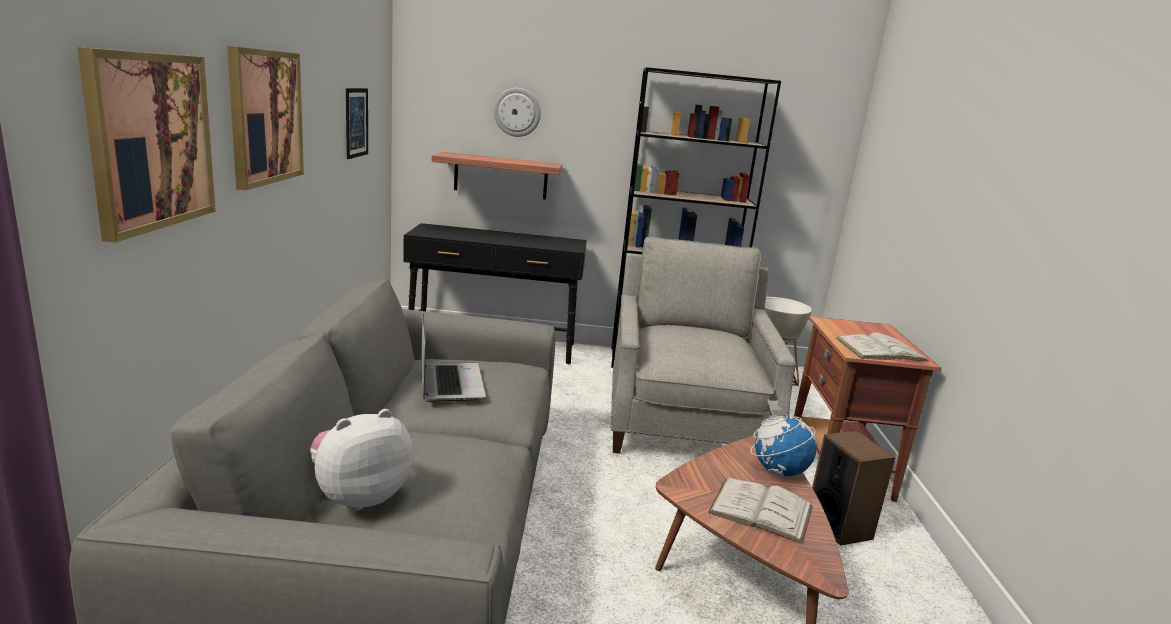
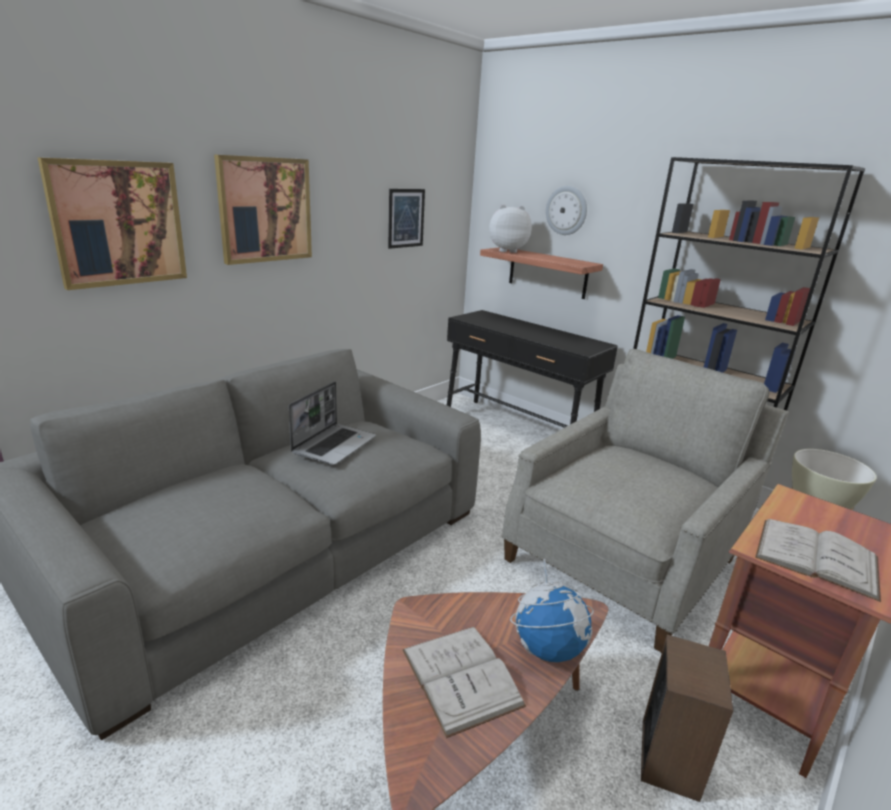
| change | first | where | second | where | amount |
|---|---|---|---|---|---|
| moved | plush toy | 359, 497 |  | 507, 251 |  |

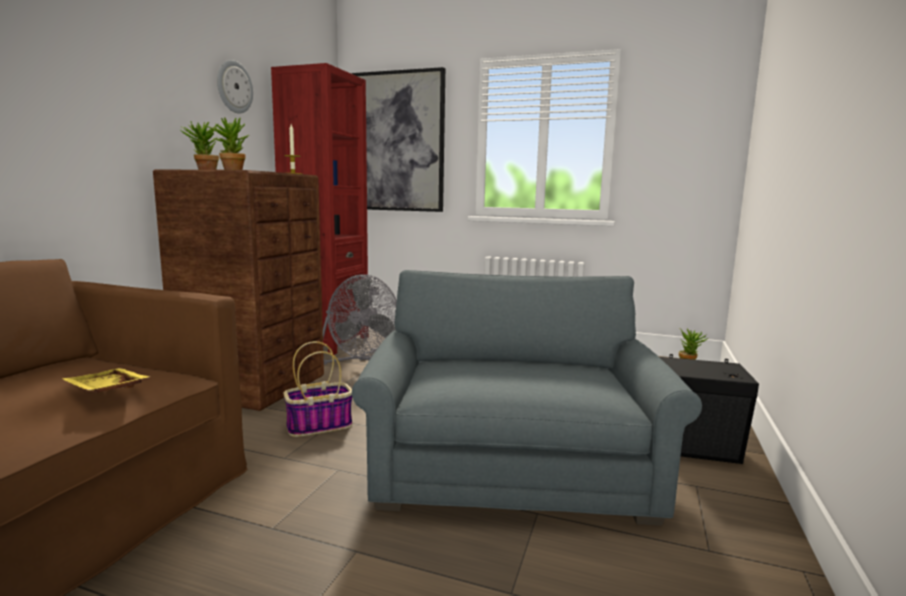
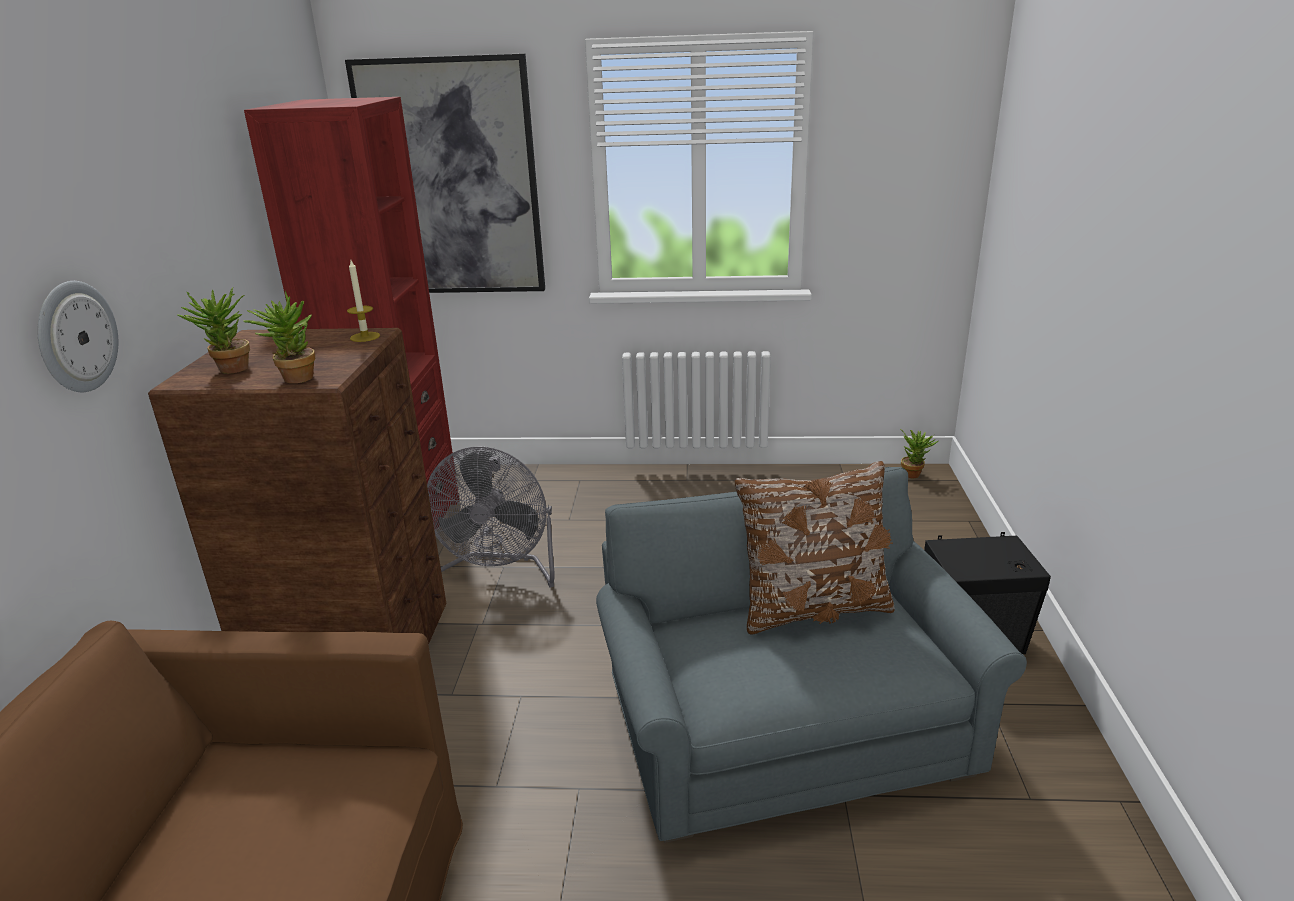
| change | first | where | second | where | amount |
|---|---|---|---|---|---|
| moved | wall clock | 234, 87 |  | 76, 337 |  |
| added |  |  | pillow in brown | 813, 611 |  |
| removed | tray in yellow | 104, 391 |  |  |  |
| removed | basket | 320, 425 |  |  |  |

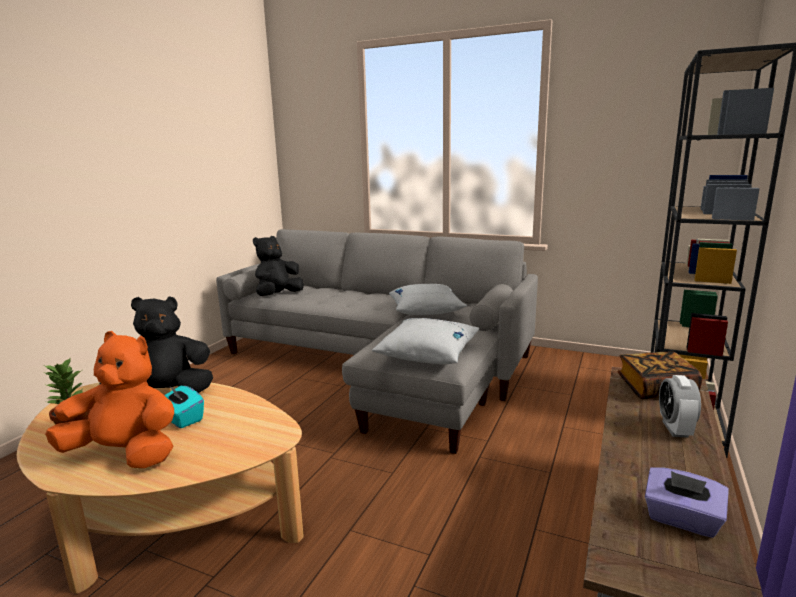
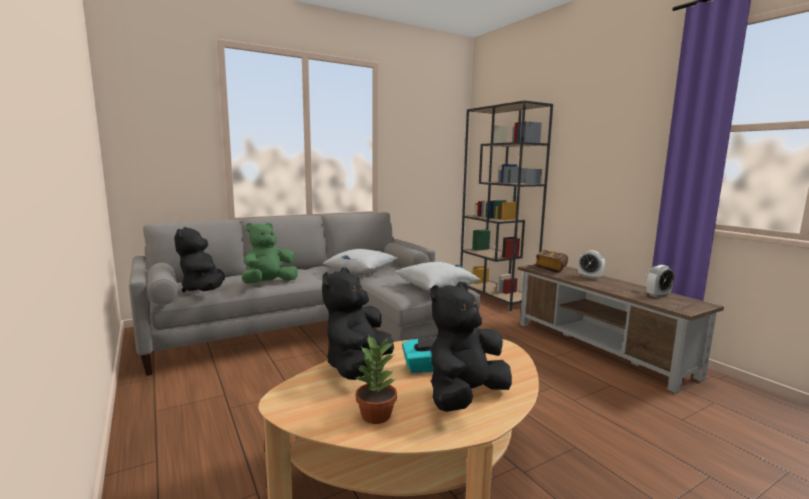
| change | first | where | second | where | amount |
|---|---|---|---|---|---|
| added |  |  | plush toy in green | 269, 283 |  |
| recoloured | plush toy in orange | 125, 454 | plush toy in black | 465, 396 |  |
| replaced | tissue box in purple | 682, 520 | alarm clock | 658, 295 |  |

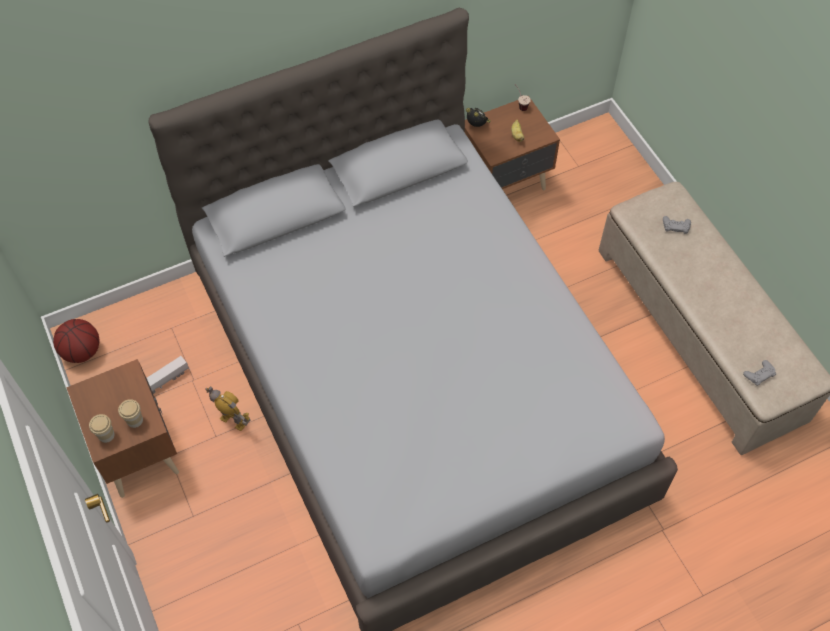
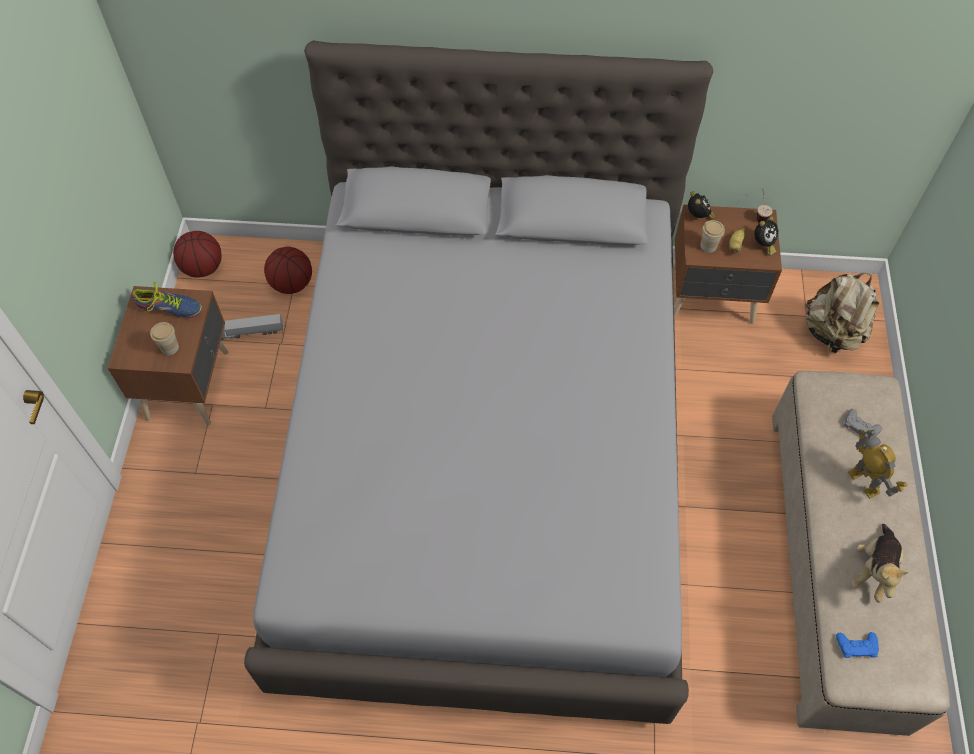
| change | first | where | second | where | amount |
|---|---|---|---|---|---|
| added |  |  | shoe | 169, 307 |  |
| added |  |  | basketball | 292, 283 |  |
| moved | cup | 106, 435 |  | 708, 246 |  |
| added |  |  | alarm clock | 763, 245 |  |
| added |  |  | backpack in beige | 832, 333 |  |
| recoloured | game controller in grey | 759, 374 | game controller in blue | 856, 646 |  |
| moved | toy robot | 233, 421 |  | 863, 482 |  |
| added |  |  | plush toy | 873, 569 |  |

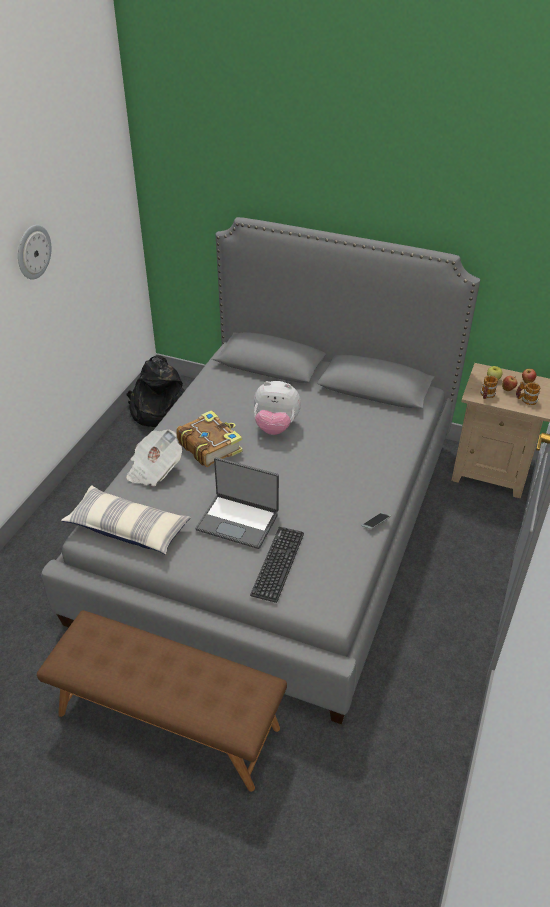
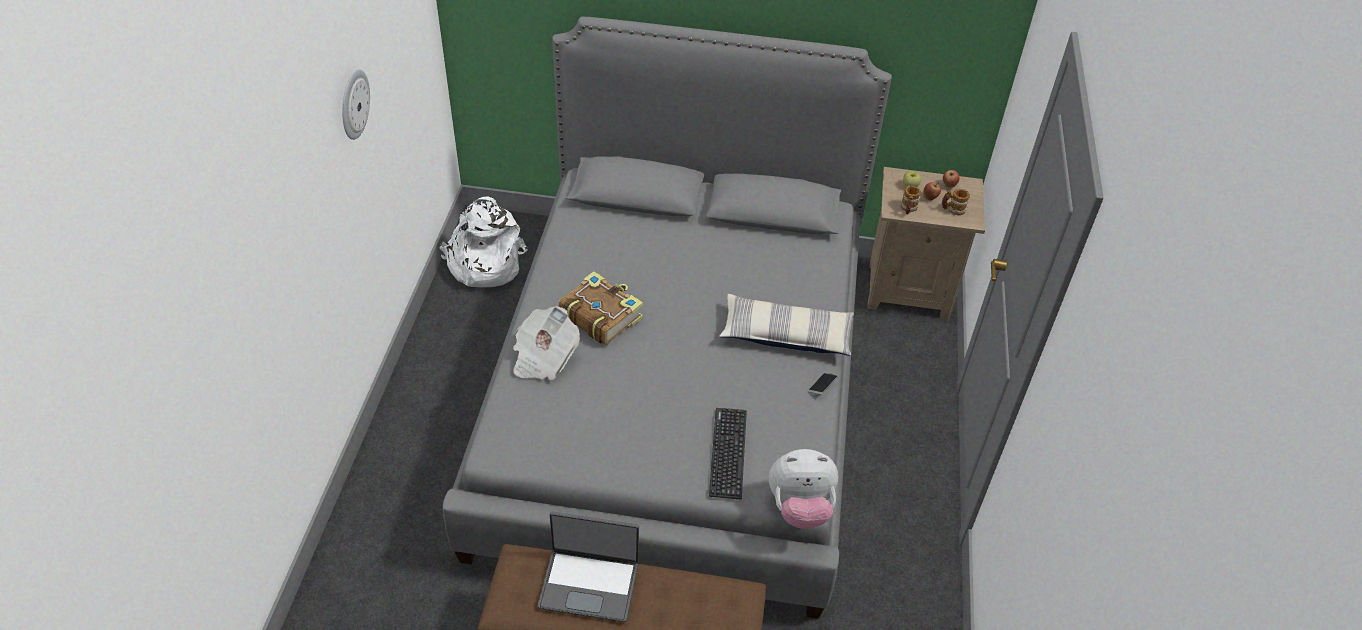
| change | first | where | second | where | amount |
|---|---|---|---|---|---|
| recoloured | backpack in black | 157, 411 | backpack in white | 483, 264 |  |
| moved | laptop | 238, 521 |  | 589, 584 |  |
| moved | pillow | 128, 528 |  | 786, 335 |  |
| moved | plush toy | 276, 427 |  | 800, 508 |  |

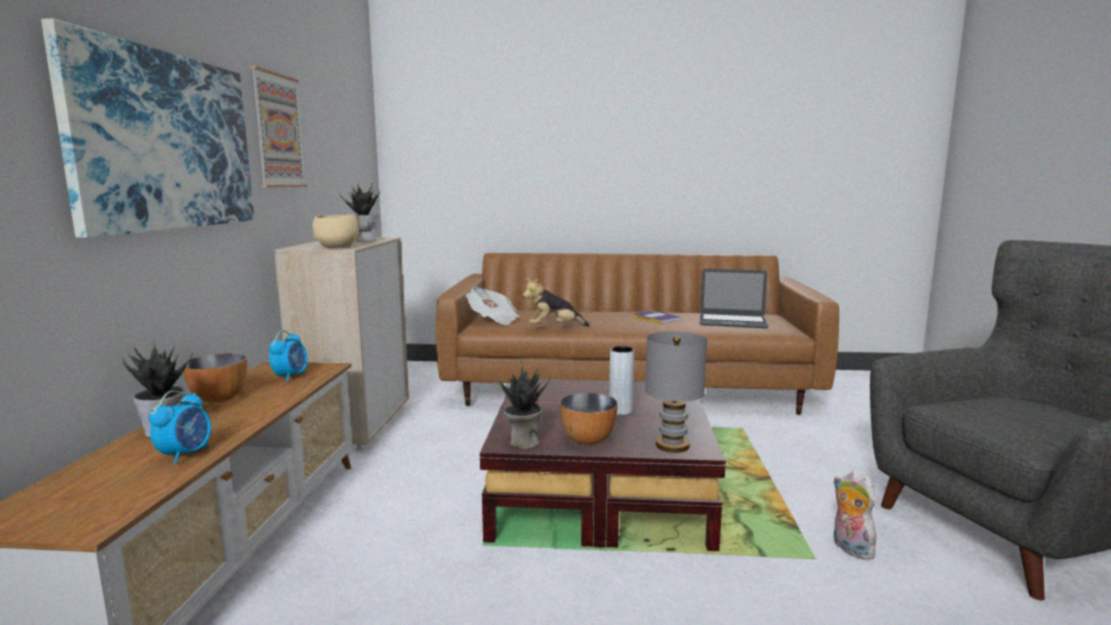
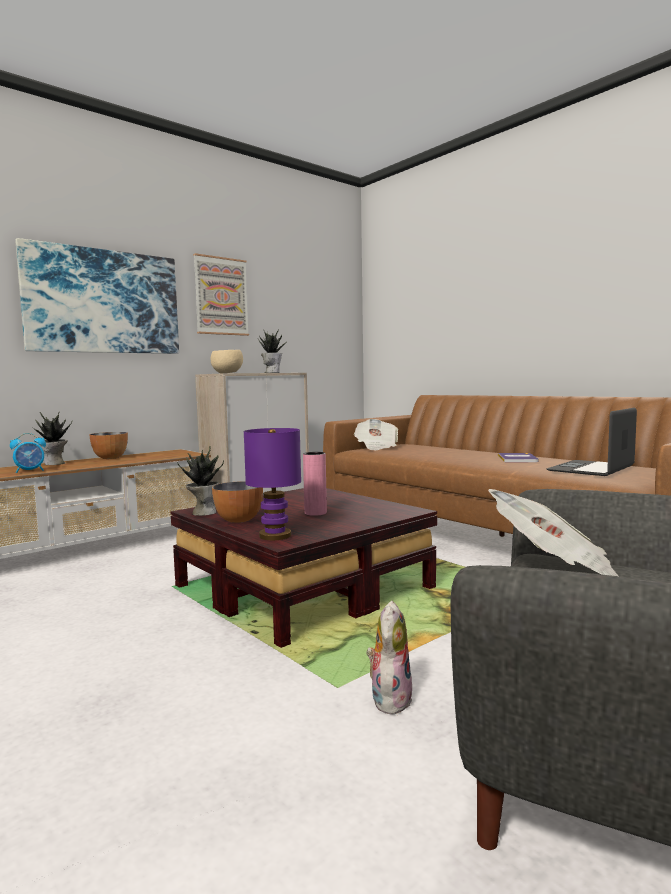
| change | first | where | second | where | amount |
|---|---|---|---|---|---|
| recoloured | table lamp in grey | 673, 446 | table lamp in purple | 275, 536 |  |
| recoloured | vase in grey | 620, 411 | vase in pink | 315, 513 |  |
| added |  |  | newspaper | 553, 565 |  |
| turned | laptop | 732, 321 |  | 591, 468 | 75 degrees clockwise |
| removed | alarm clock | 291, 377 |  |  |  |
| removed | plush toy | 554, 328 |  |  |  |

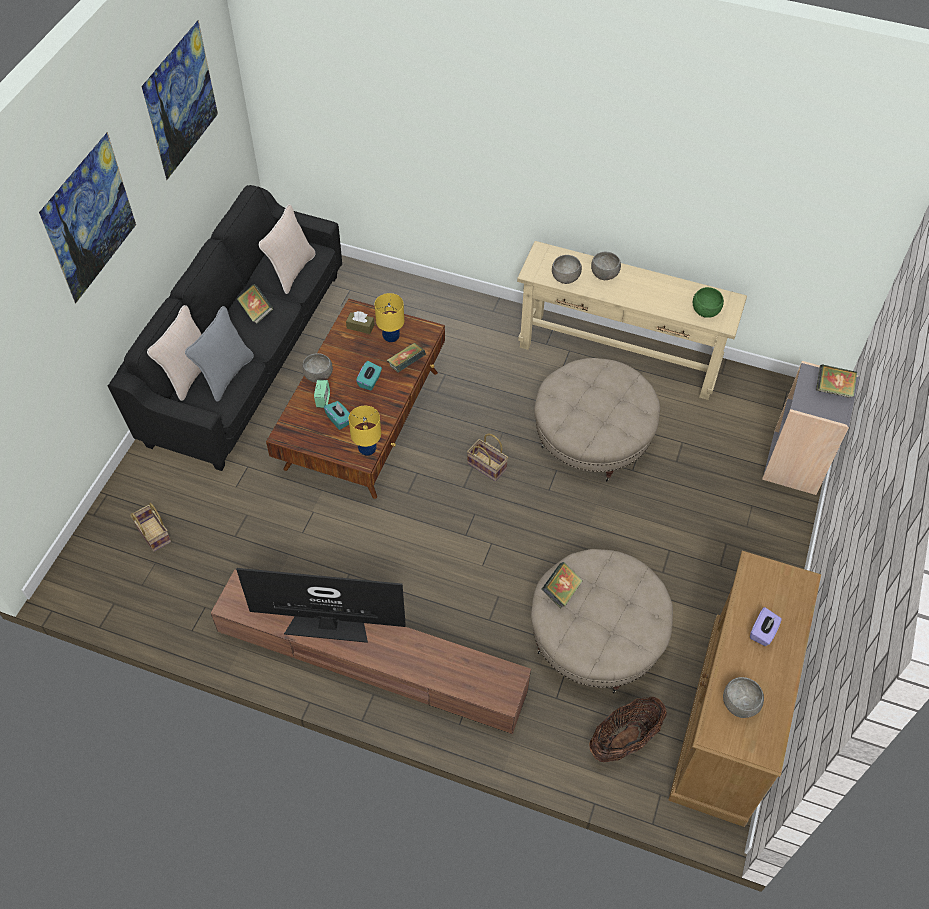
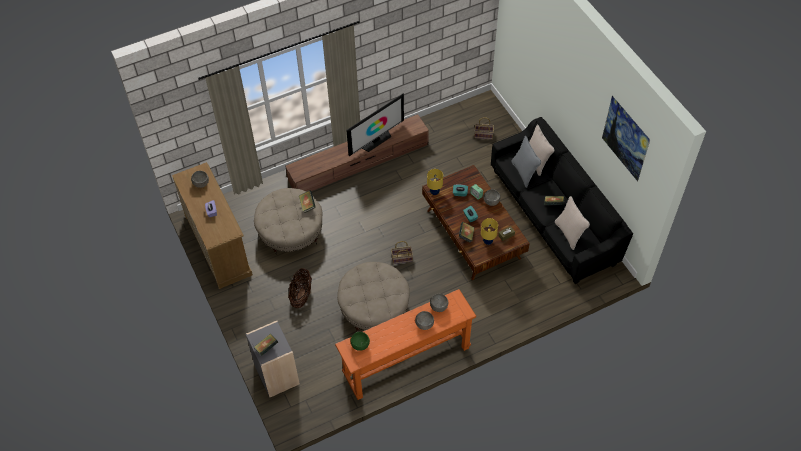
| change | first | where | second | where | amount |
|---|---|---|---|---|---|
| moved | basket | 624, 740 |  | 301, 295 |  |
| recoloured | console table in beige | 619, 355 | console table in orange | 406, 361 |  |
| removed | picture | 98, 241 |  |  |  |

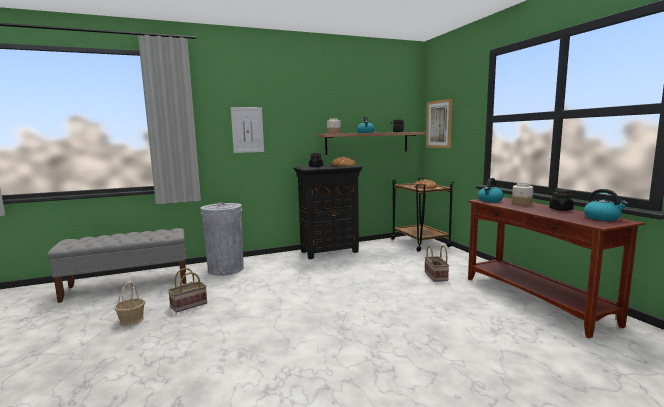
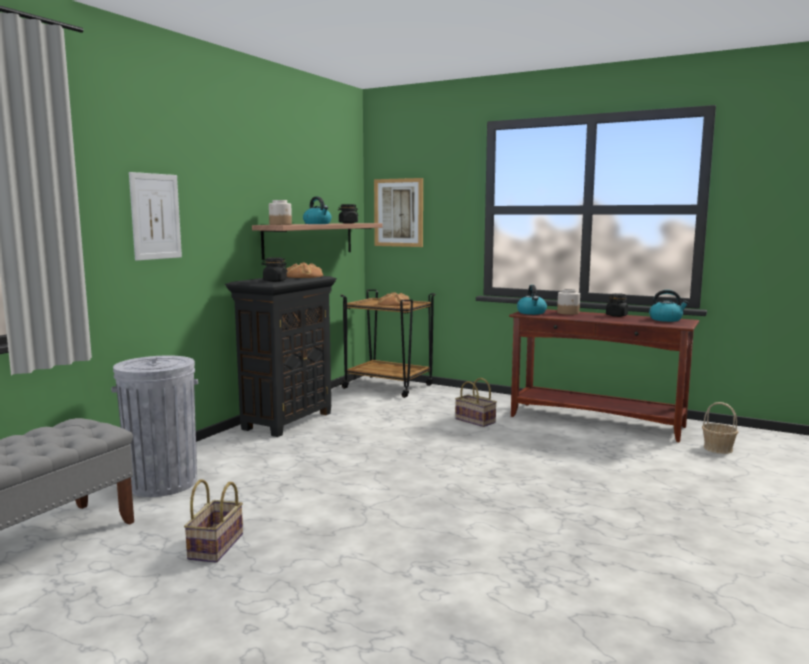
| change | first | where | second | where | amount |
|---|---|---|---|---|---|
| moved | basket | 132, 320 |  | 718, 448 |  |

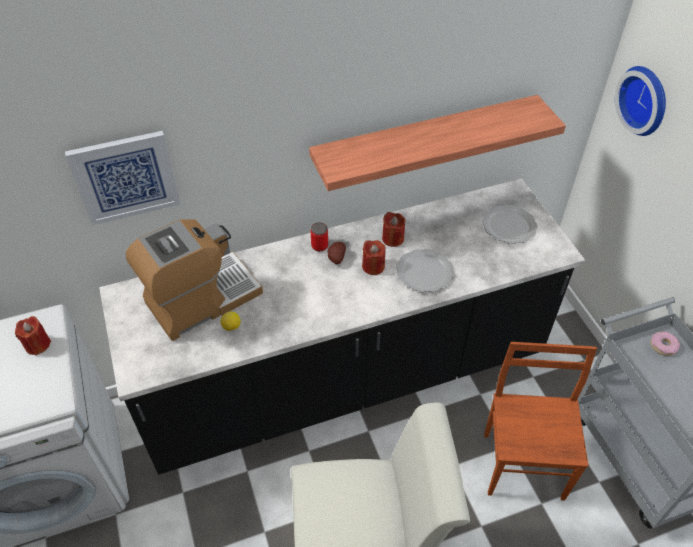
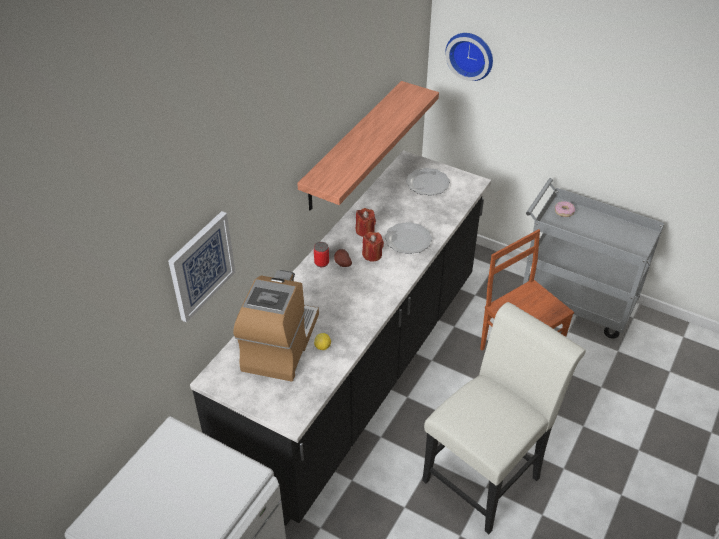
| change | first | where | second | where | amount |
|---|---|---|---|---|---|
| removed | candle in red | 37, 344 |  |  |  |

